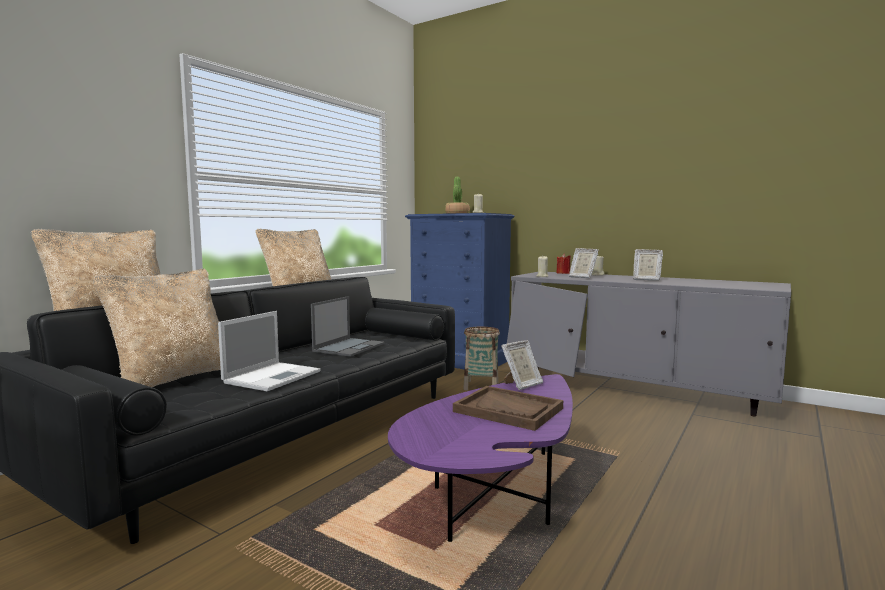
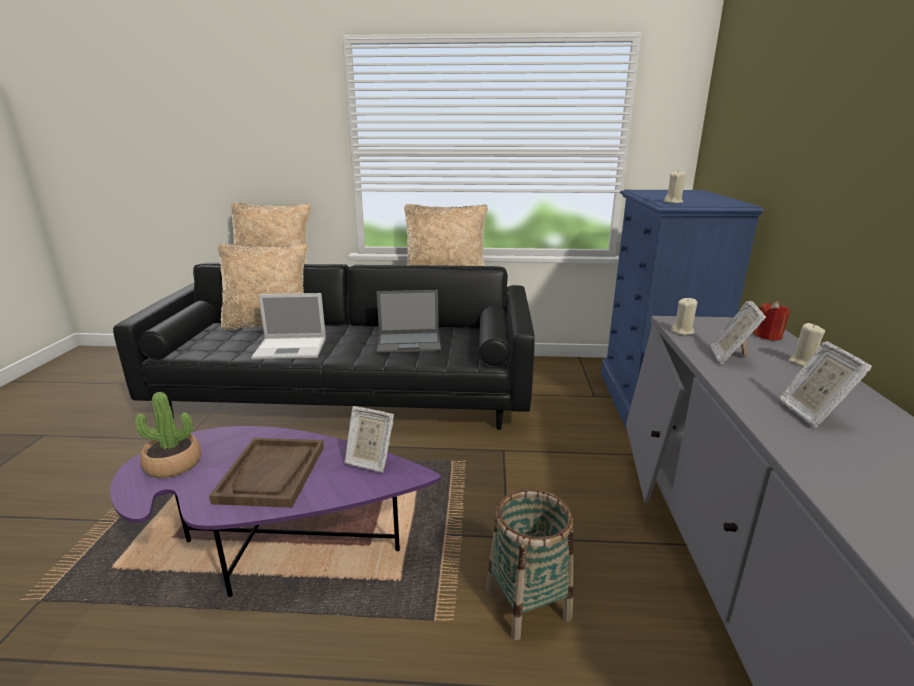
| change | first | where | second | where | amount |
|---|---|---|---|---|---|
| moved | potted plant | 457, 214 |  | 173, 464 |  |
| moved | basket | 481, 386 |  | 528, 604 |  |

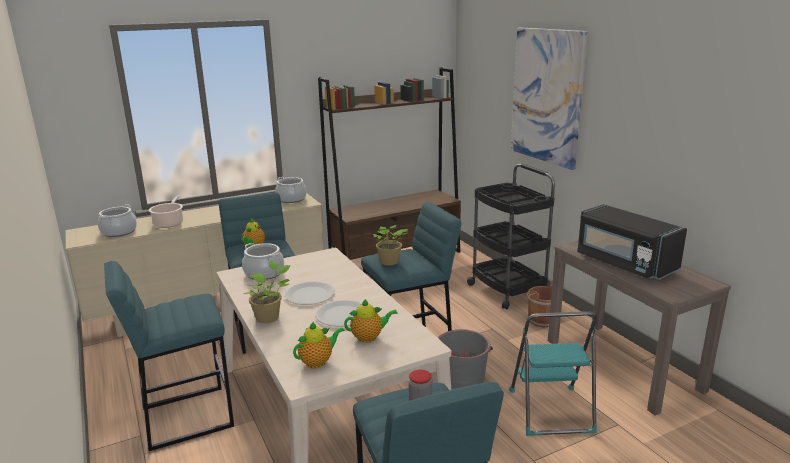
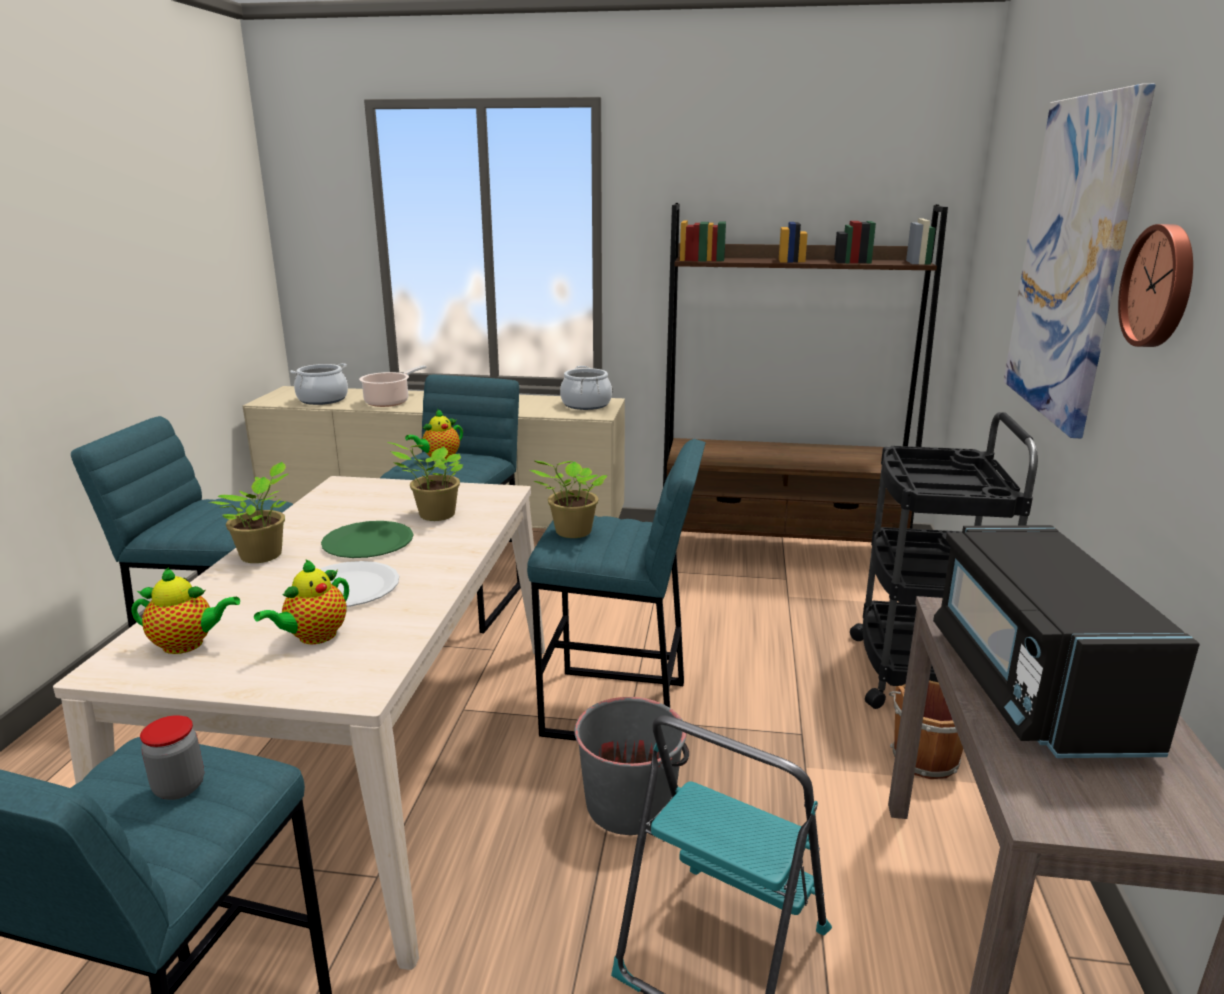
| change | first | where | second | where | amount |
|---|---|---|---|---|---|
| turned | teapot | 369, 337 |  | 313, 637 | 105 degrees clockwise |
| recoloured | plate in white | 310, 295 | plate in green | 368, 542 |  |
| added |  |  | potted plant | 434, 515 |  |
| added |  |  | wall clock | 1161, 286 |  |
| removed | cooking pot | 264, 273 |  |  |  |

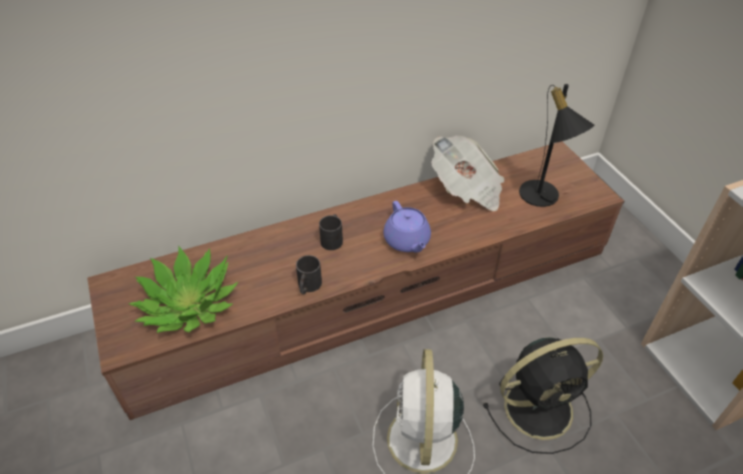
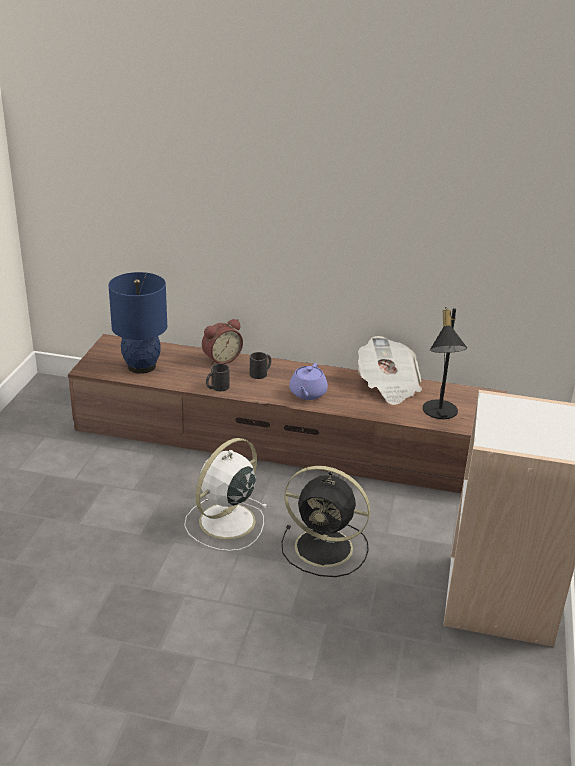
| change | first | where | second | where | amount |
|---|---|---|---|---|---|
| replaced | potted plant | 189, 304 | table lamp in blue | 141, 366 |  |
| added |  |  | alarm clock | 221, 359 |  |

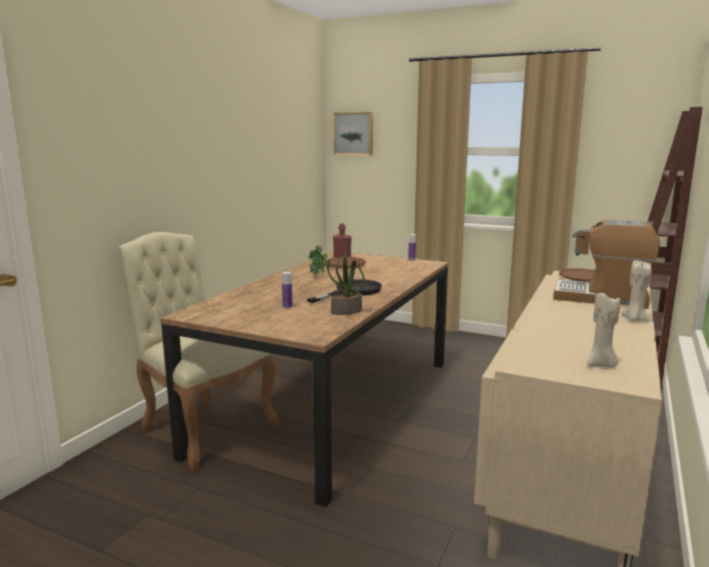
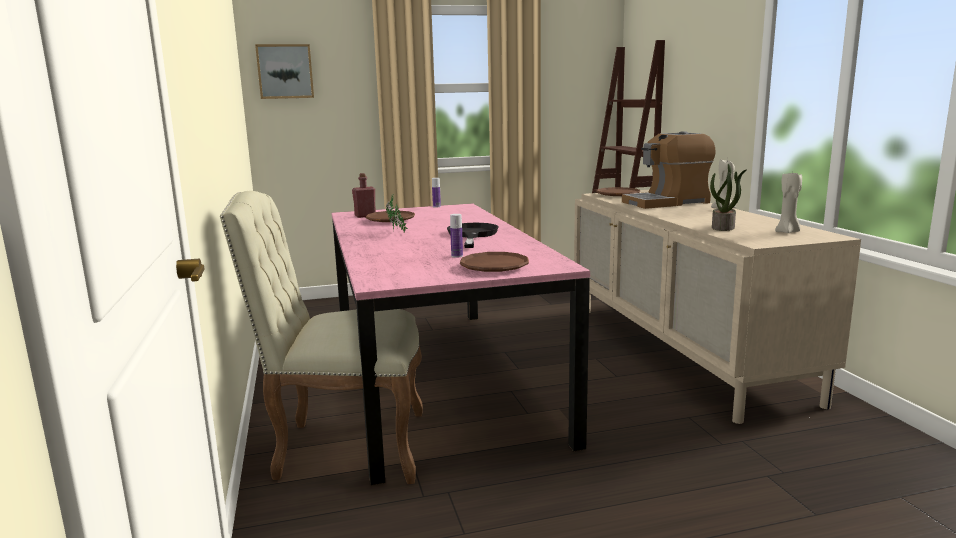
| change | first | where | second | where | amount |
|---|---|---|---|---|---|
| recoloured | dining table in brown | 331, 404 | dining table in pink | 436, 377 |  |
| added |  |  | plate in brown | 494, 267 |  |
| moved | potted plant | 346, 311 |  | 723, 227 |  |

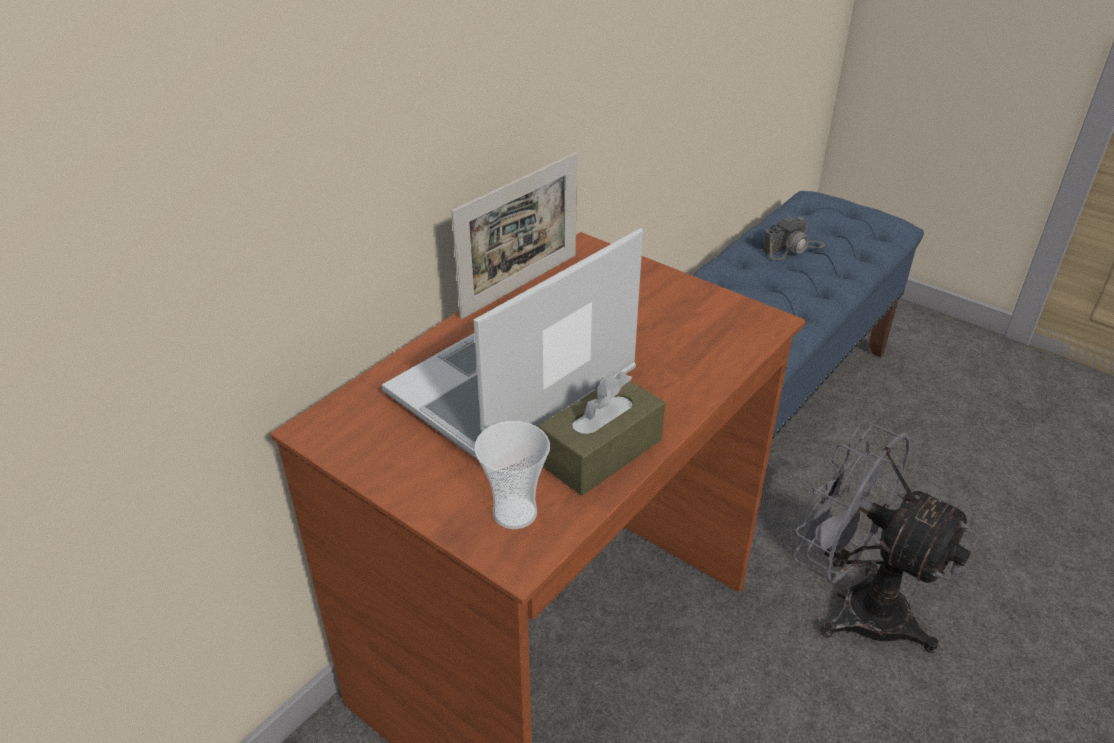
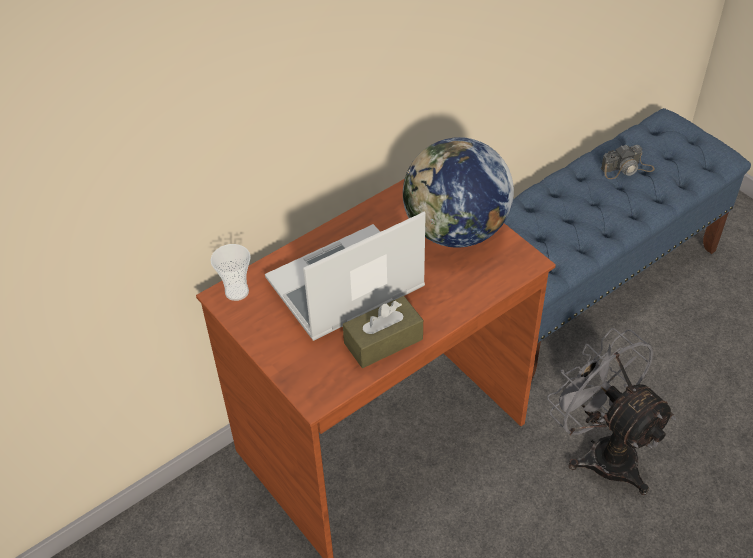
| change | first | where | second | where | amount |
|---|---|---|---|---|---|
| moved | cup | 515, 513 |  | 237, 292 |  |
| added |  |  | globe | 455, 231 |  |
| removed | picture frame | 520, 285 |  |  |  |

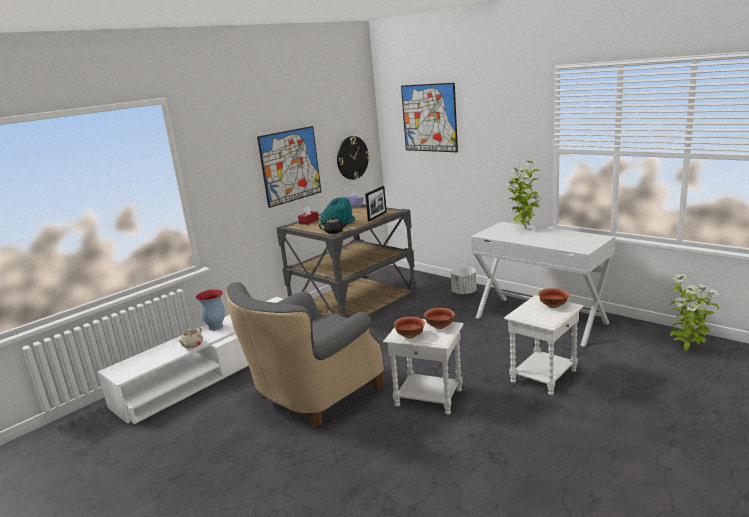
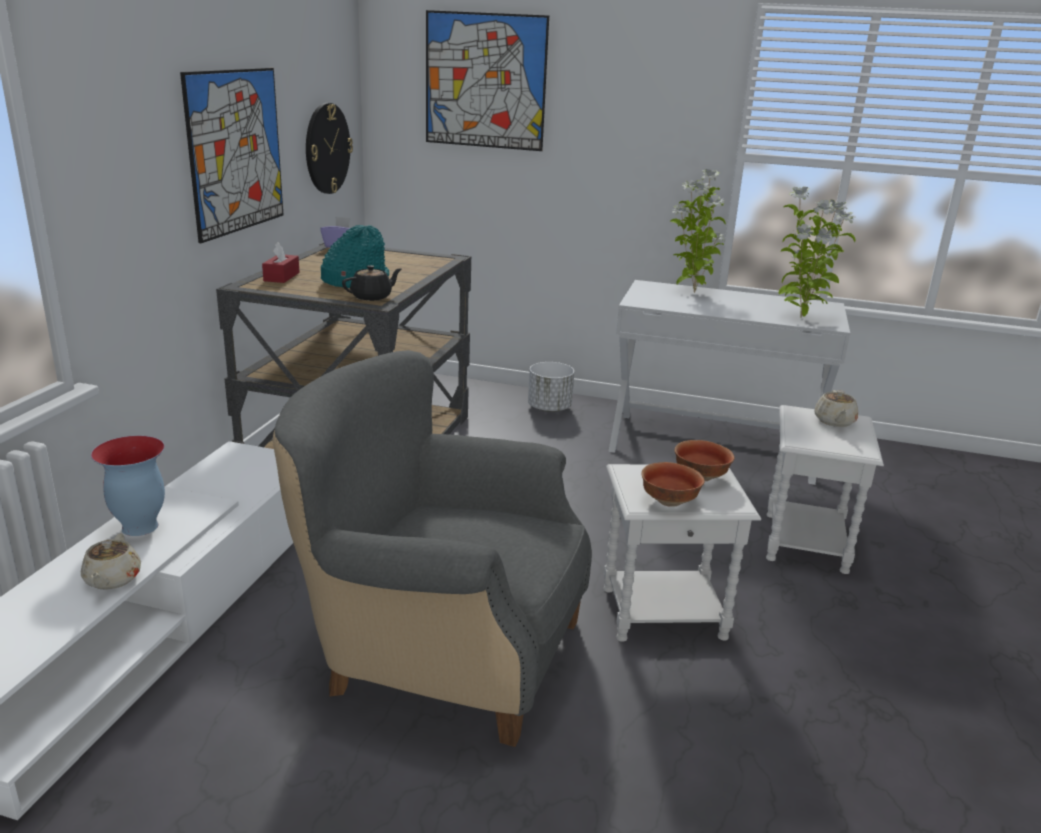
| change | first | where | second | where | amount |
|---|---|---|---|---|---|
| turned | armchair in grey | 314, 396 |  | 440, 650 | 90 degrees clockwise |
| moved | potted plant | 687, 350 |  | 801, 318 |  |
| replaced | bowl | 553, 306 | teapot in beige | 834, 422 |  |
| removed | picture frame | 377, 216 |  |  |  |

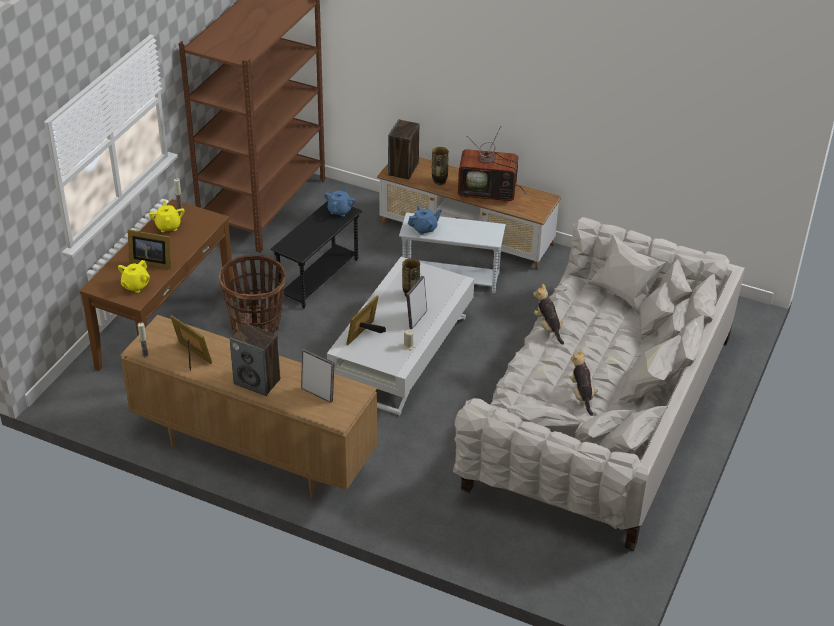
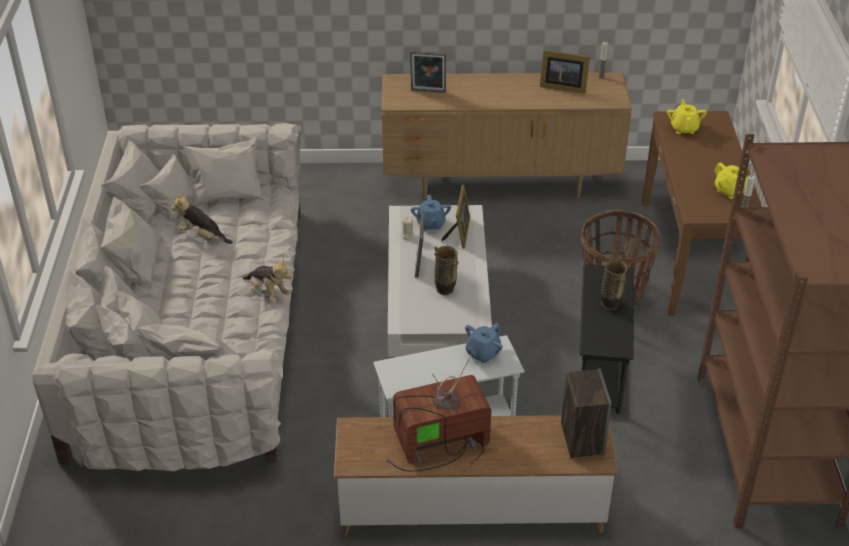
| change | first | where | second | where | amount |
|---|---|---|---|---|---|
| turned | plush toy | 582, 395 |  | 203, 236 | 150 degrees clockwise |
| moved | teapot in blue | 340, 210 |  | 430, 224 |  |
| moved | vase | 439, 181 |  | 610, 304 |  |
| removed | picture frame | 151, 262 |  |  |  |
| removed | speaker | 257, 381 |  |  |  |

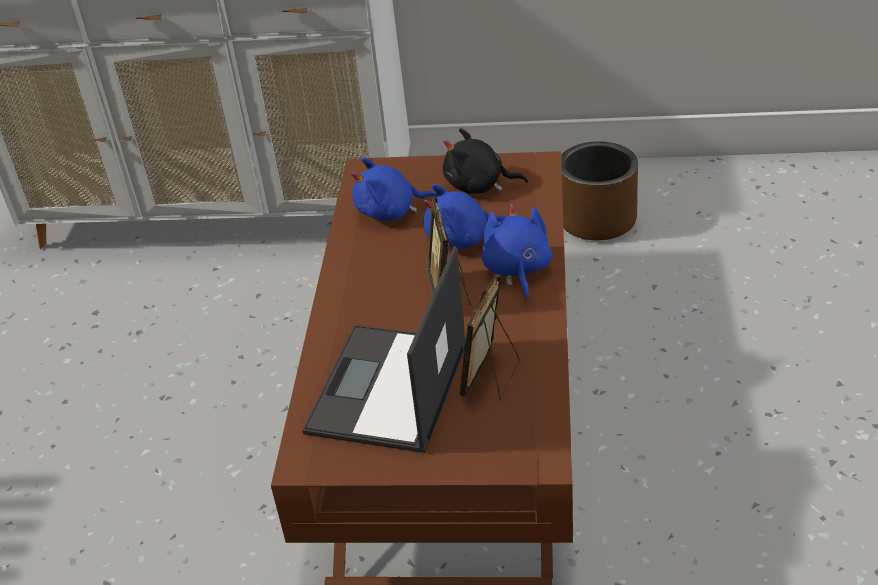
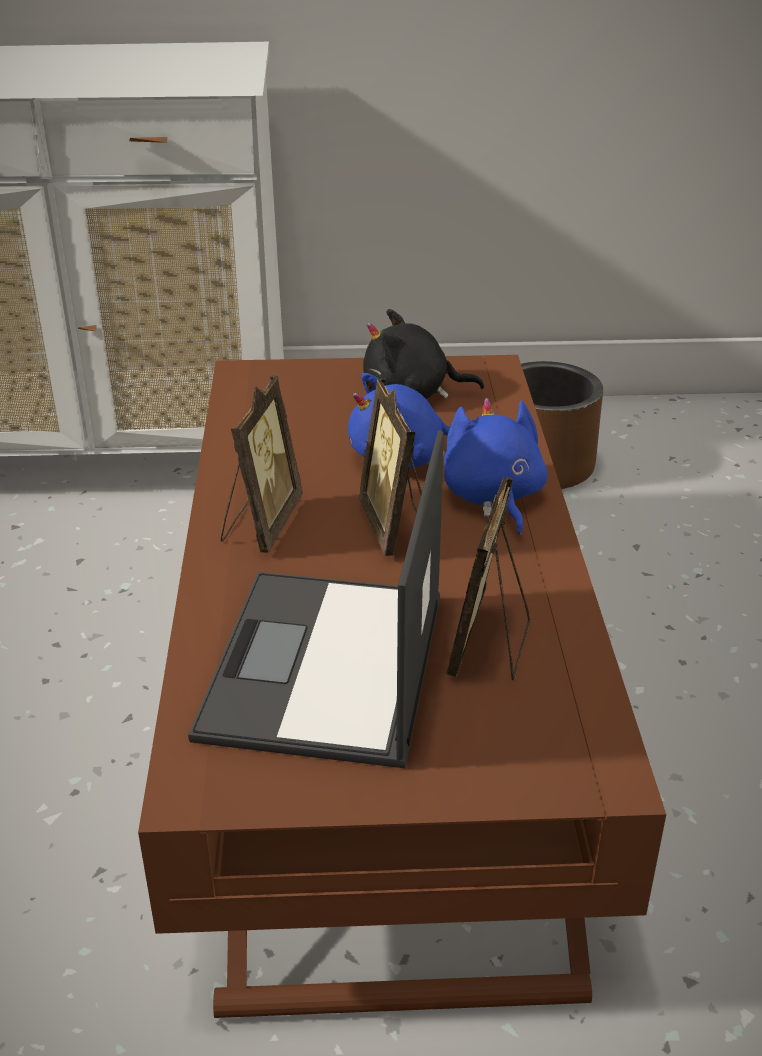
| change | first | where | second | where | amount |
|---|---|---|---|---|---|
| added |  |  | picture frame | 260, 524 |  |
| removed | plush toy in blue | 390, 212 |  |  |  |

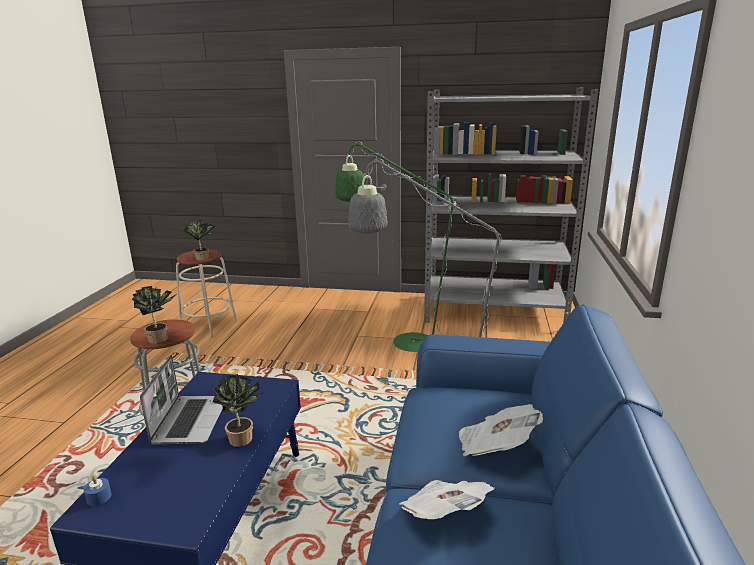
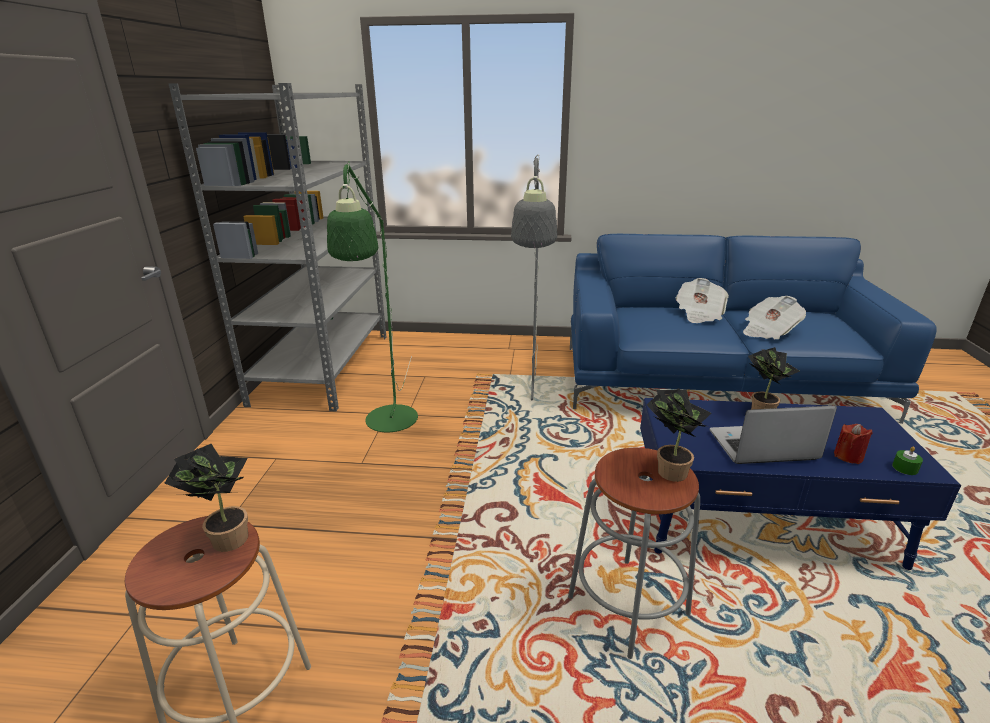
| change | first | where | second | where | amount |
|---|---|---|---|---|---|
| added |  |  | candle in red | 848, 456 |  |
| recoloured | candle in blue | 99, 497 | candle in green | 905, 468 |  |

